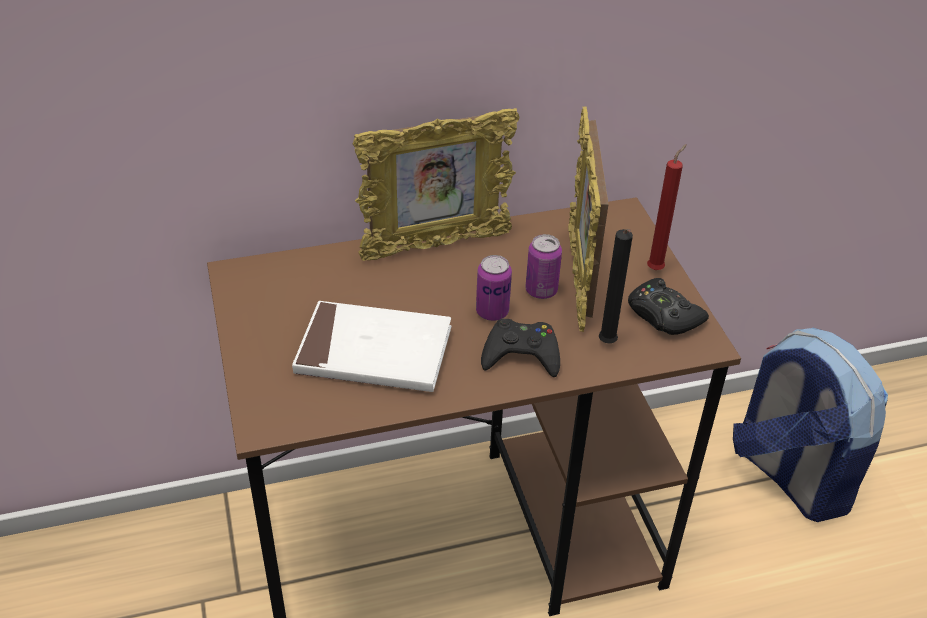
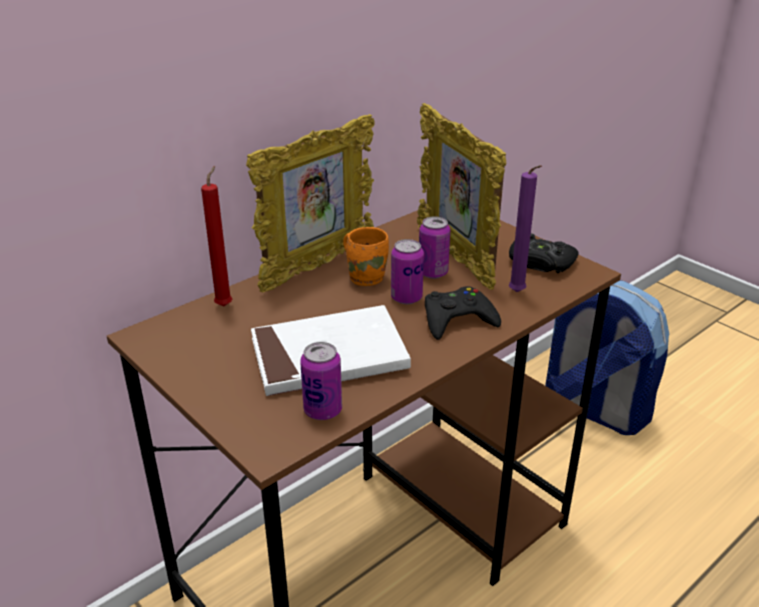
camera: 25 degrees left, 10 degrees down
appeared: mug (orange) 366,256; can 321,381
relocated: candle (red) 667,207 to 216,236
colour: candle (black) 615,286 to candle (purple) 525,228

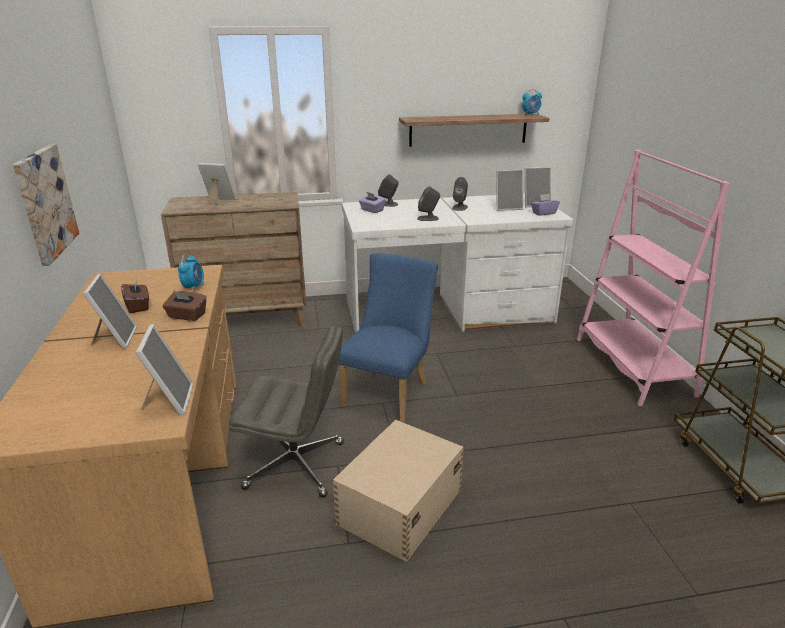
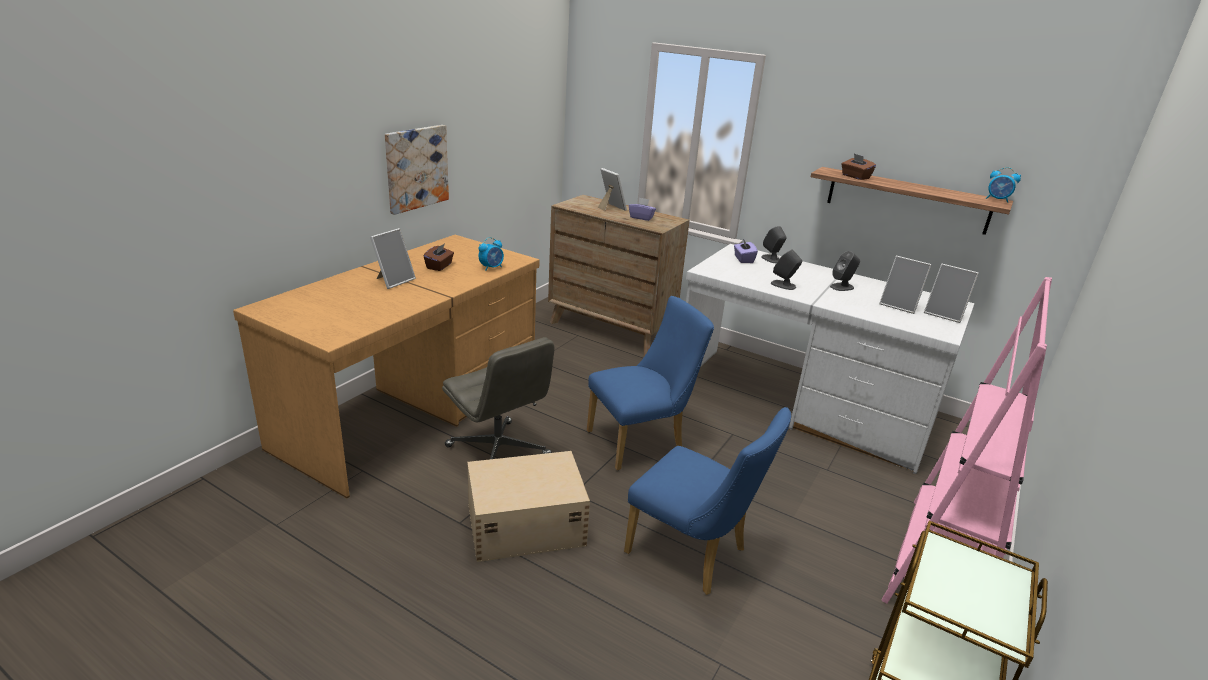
camera: 40 degrees right, 0 degrees up
missing: picture frame 164,370
appeared: chair (blue) 707,501
relocated: tissue box (purple) 545,205 to 642,209; tissue box (brown) 185,306 to 859,167

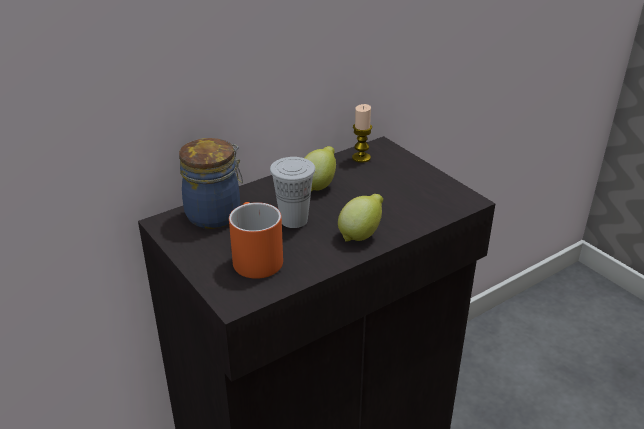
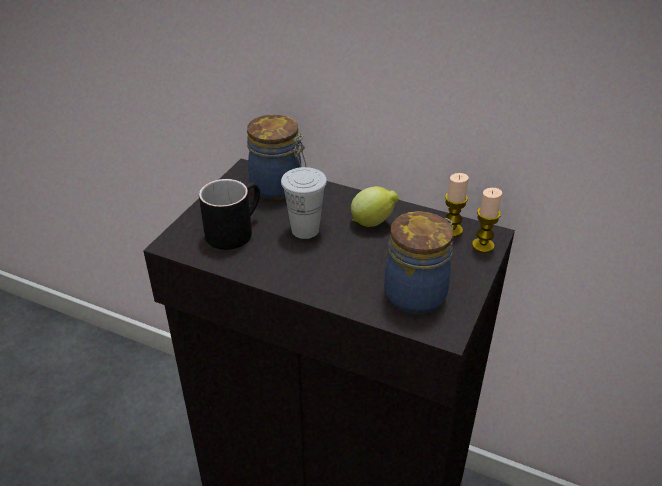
camera: 60 degrees right, 5 degrees up
missing: lemon 360,218
appeared: candle 487,220; jar 418,262
colour: mug (orange) 256,240 to mug (black) 229,214

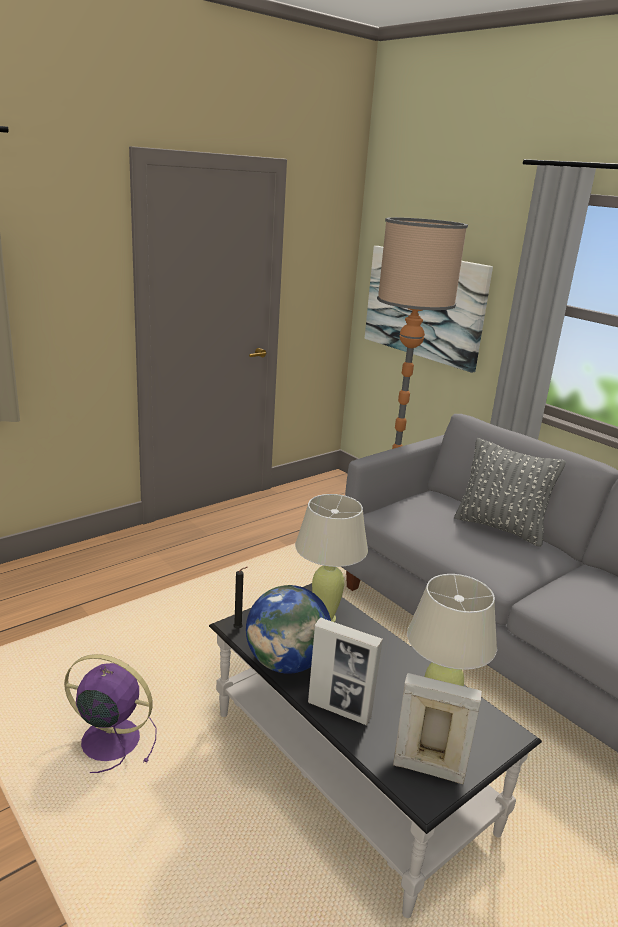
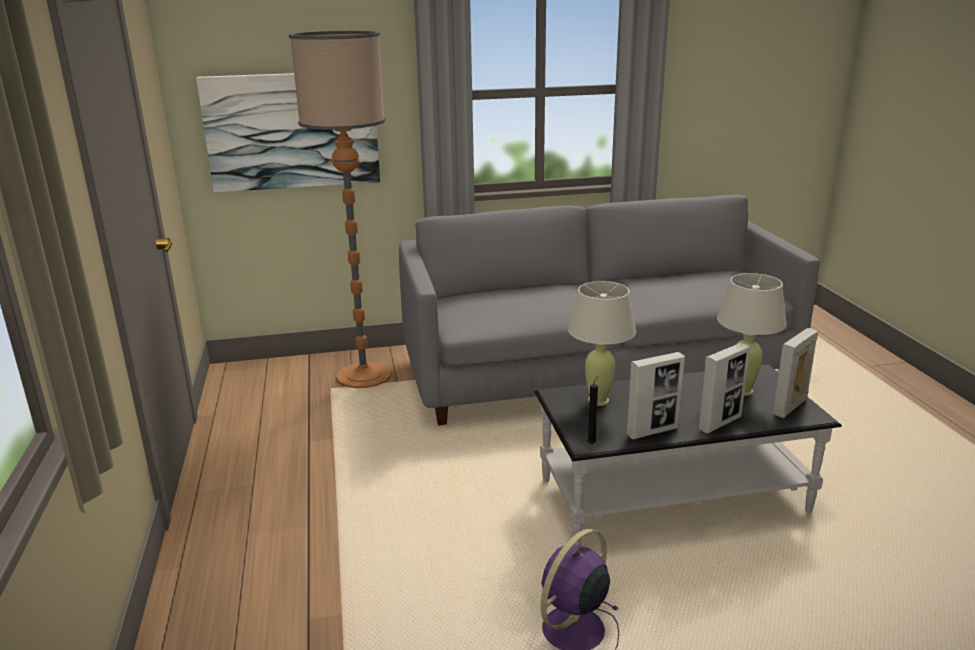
camera: 60 degrees left, 0 degrees up
missing: pillow (grey) 510,492
exchanged: globe 288,629 to picture frame 655,395

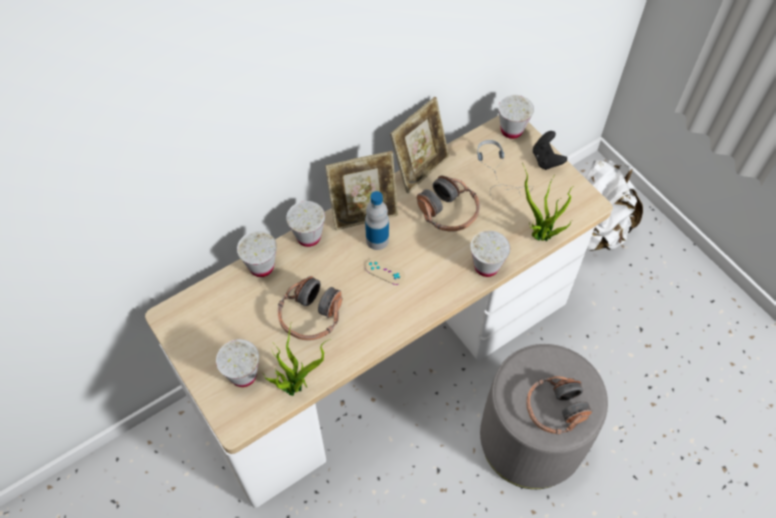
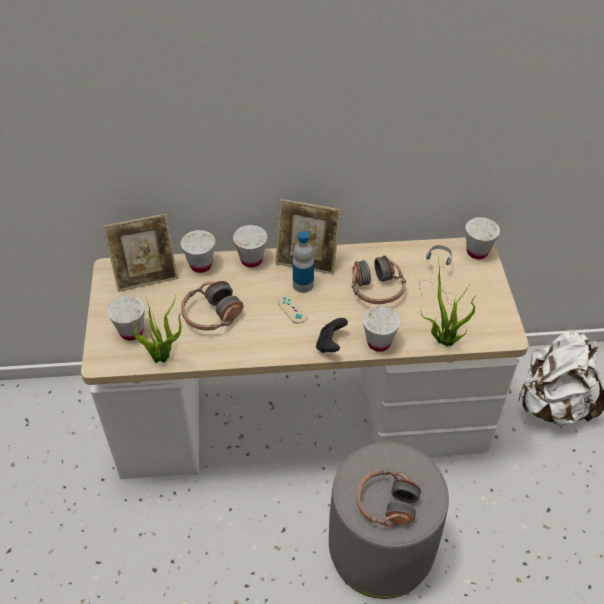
camera: 30 degrees right, 10 degrees down
relocated: picture frame 419,145 to 140,253; game controller (black) 550,150 to 332,335

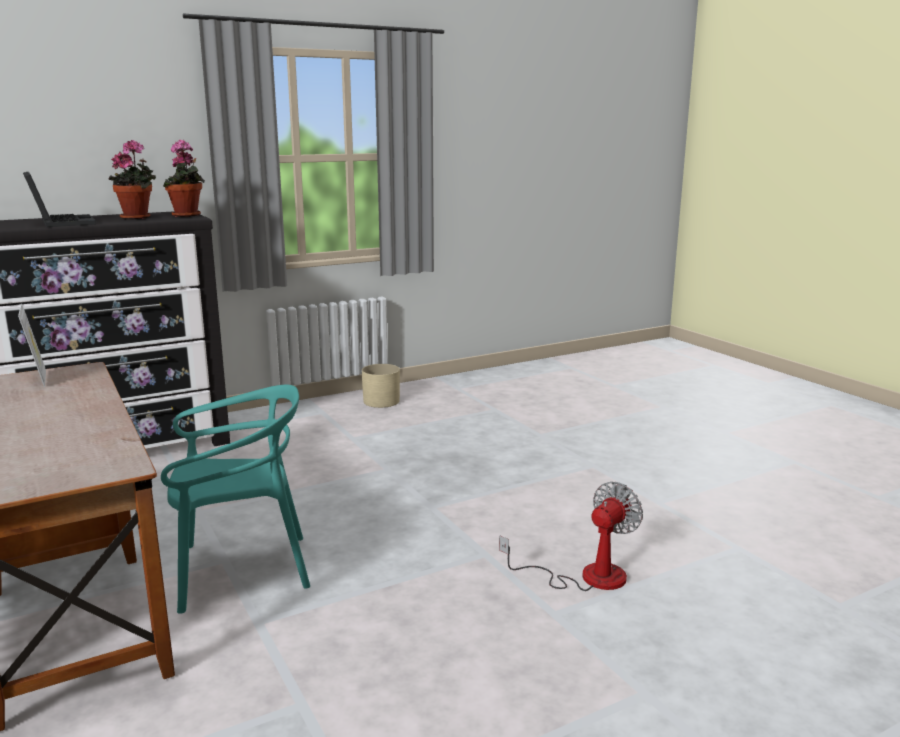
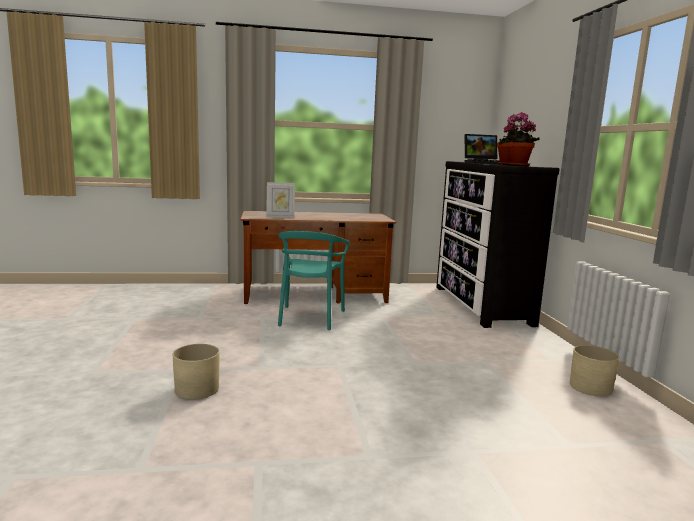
camera: 110 degrees right, 5 degrees down
relocated: picture frame 32,345 to 280,200
exchanged: fan 571,536 to planter (beige) 196,372

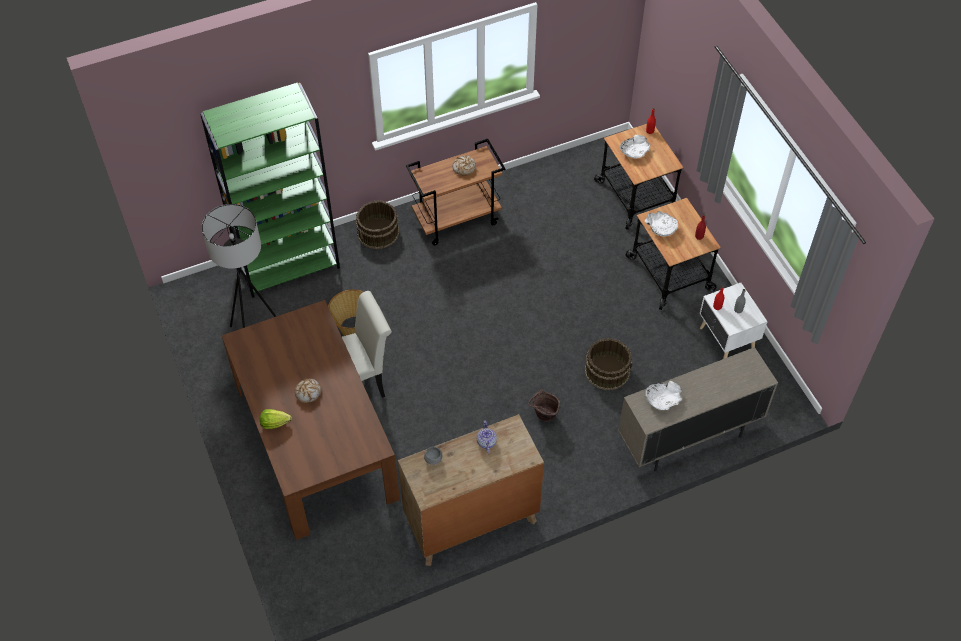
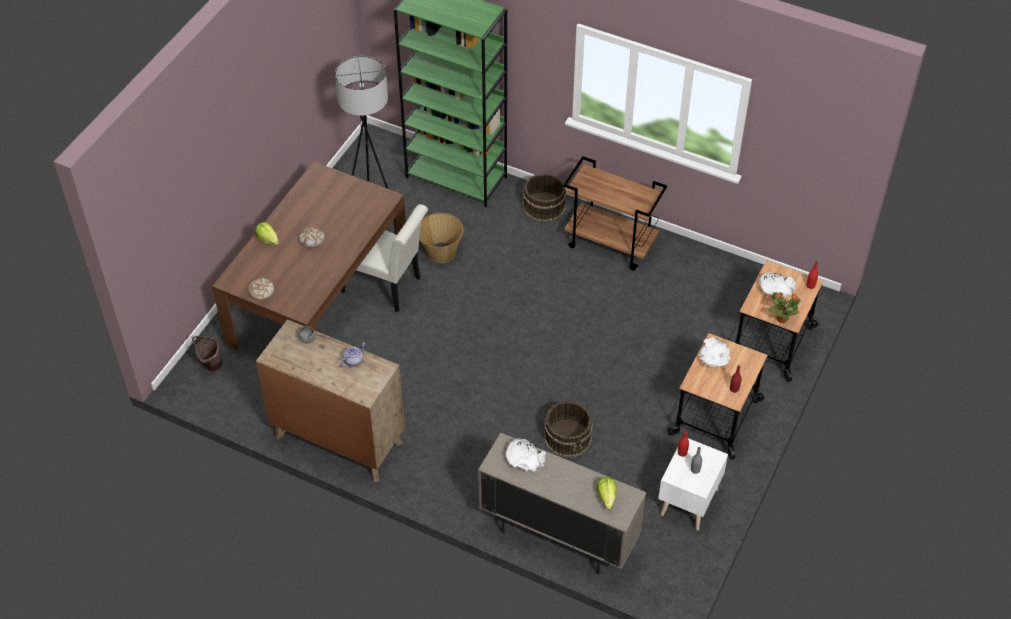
camera: 50 degrees right, 5 degrees down
appeared: potted plant 785,307; lettuce 607,493
relocated: bread 464,165 to 261,288; bucket (brown) 544,405 to 207,354

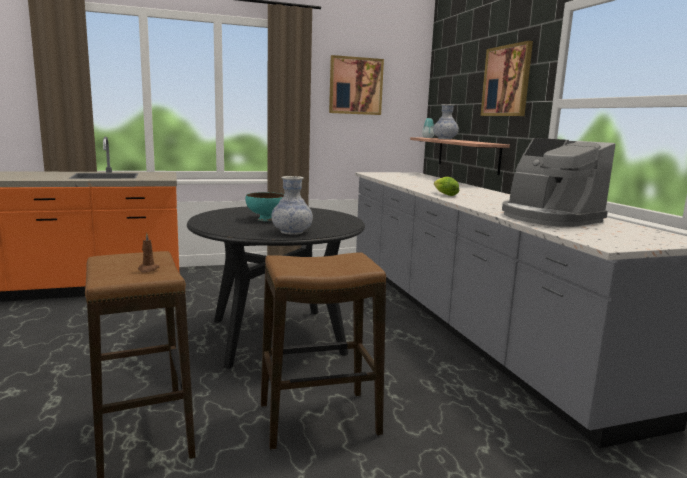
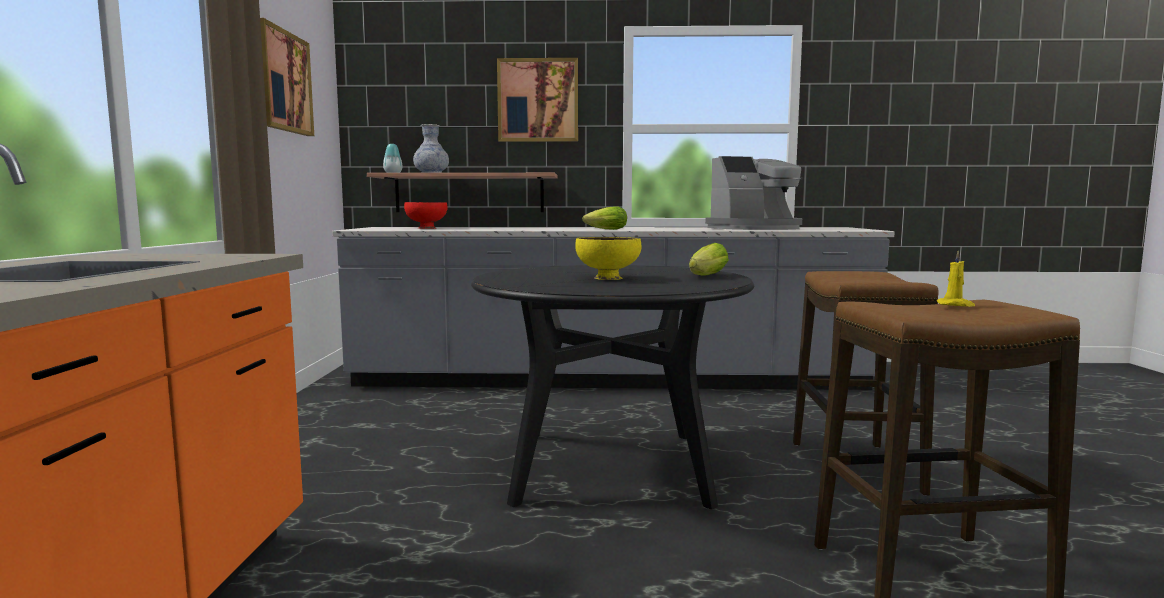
camera: 70 degrees left, 5 degrees down
appeared: bowl (red) 425,215
exchanged: vase 292,205 to lettuce 709,259
colour: bowl (turquoise) 265,206 to bowl (yellow) 608,258; candle (brown) 149,253 to candle (yellow) 956,278

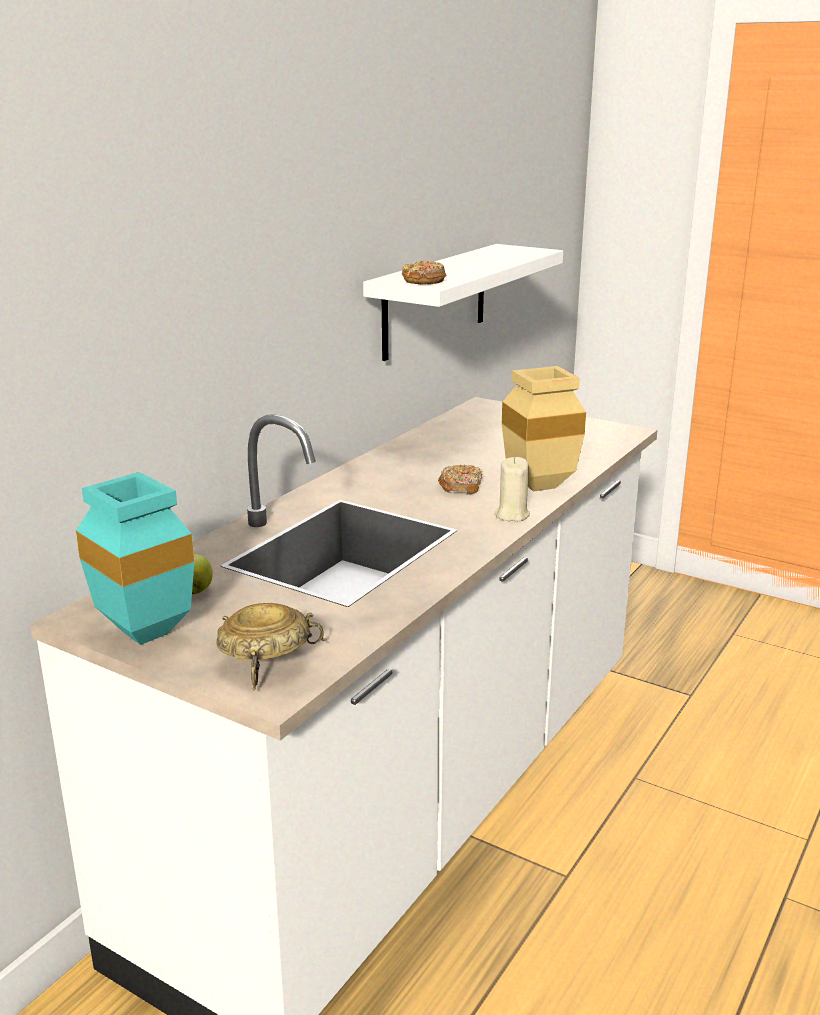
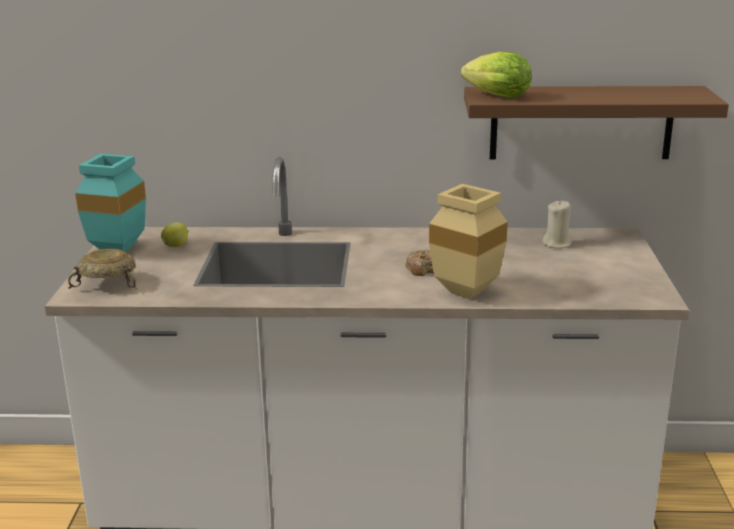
camera: 60 degrees right, 0 degrees up
relocated: candle (beige) 512,489 to 557,224
exchanged: donut 424,272 to lettuce 496,75
colour: shelf (white) 463,302 to shelf (brown) 596,122

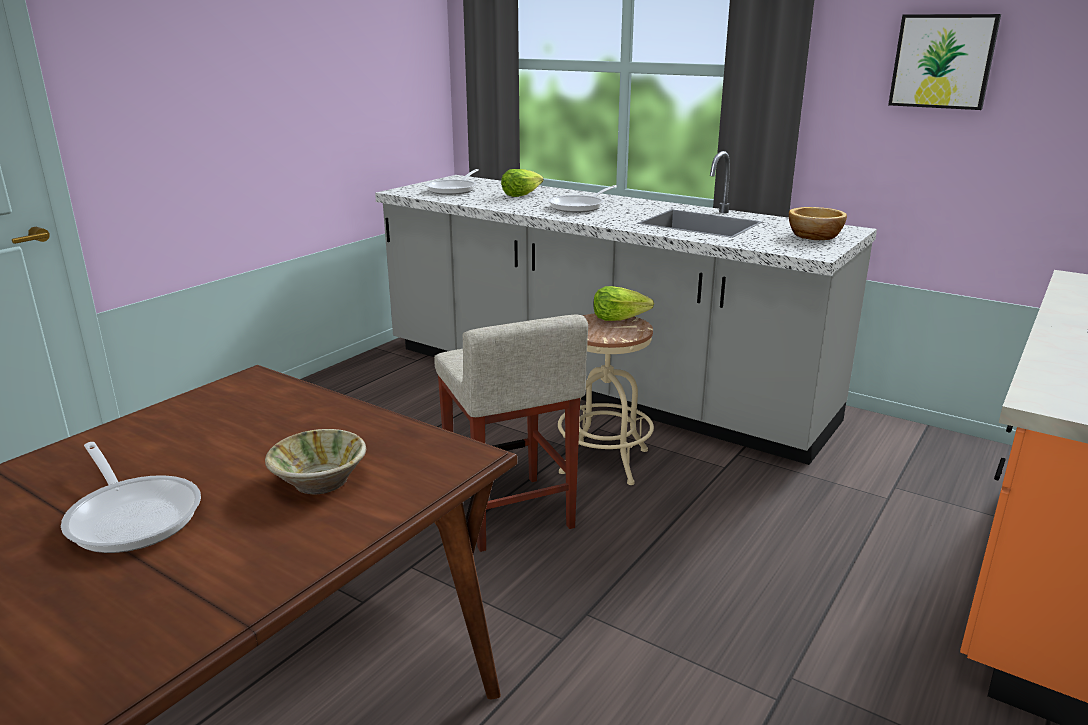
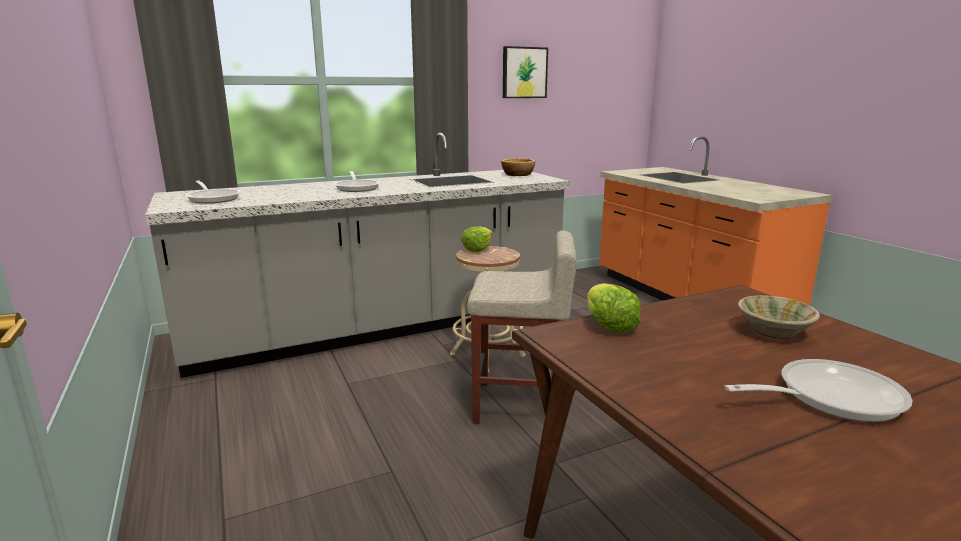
camera: 60 degrees left, 5 degrees down
relocated: lettuce 522,183 to 613,308

